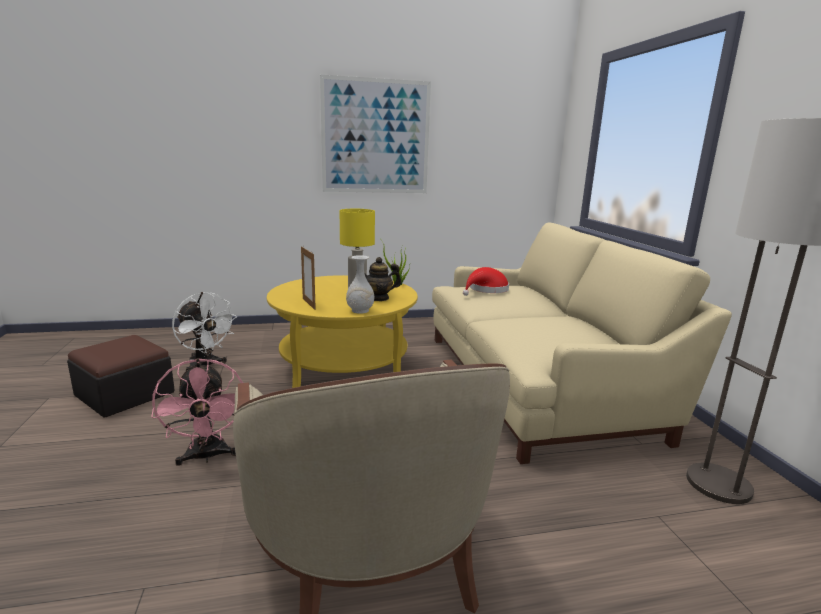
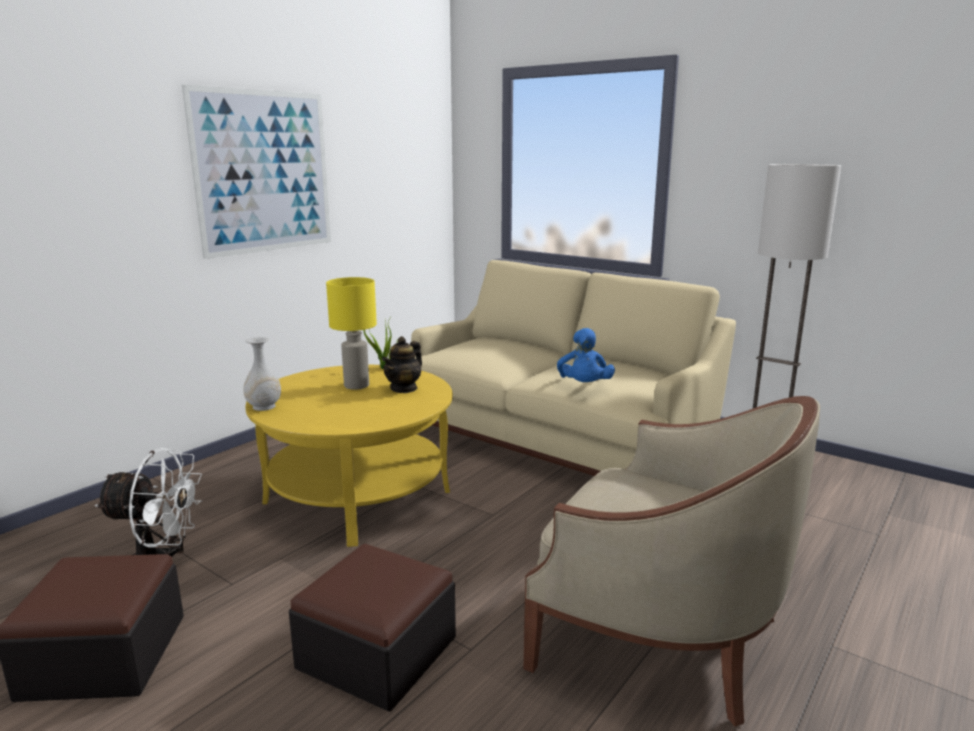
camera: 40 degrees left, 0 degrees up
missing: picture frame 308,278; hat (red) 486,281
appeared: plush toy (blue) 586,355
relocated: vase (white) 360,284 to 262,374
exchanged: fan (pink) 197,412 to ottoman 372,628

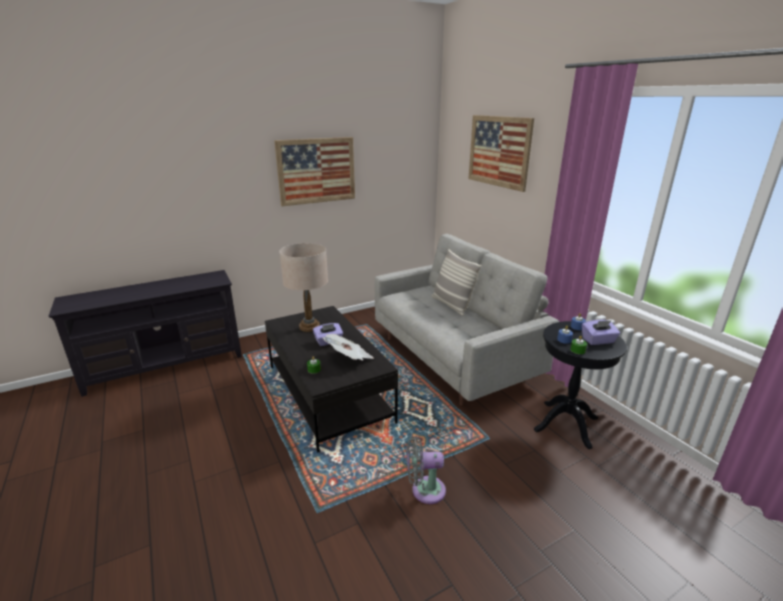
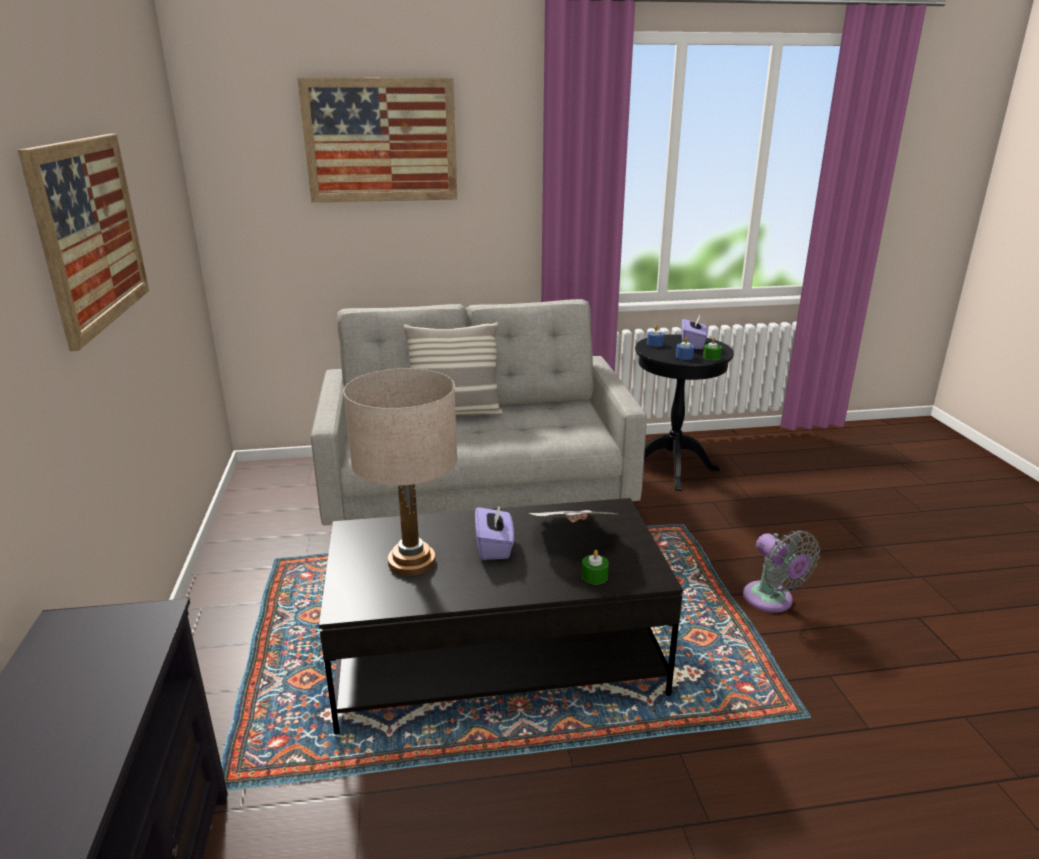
camera: 70 degrees left, 0 degrees up
spun: fan (grey) 426,470 = 781,571 45 degrees counterclockwise

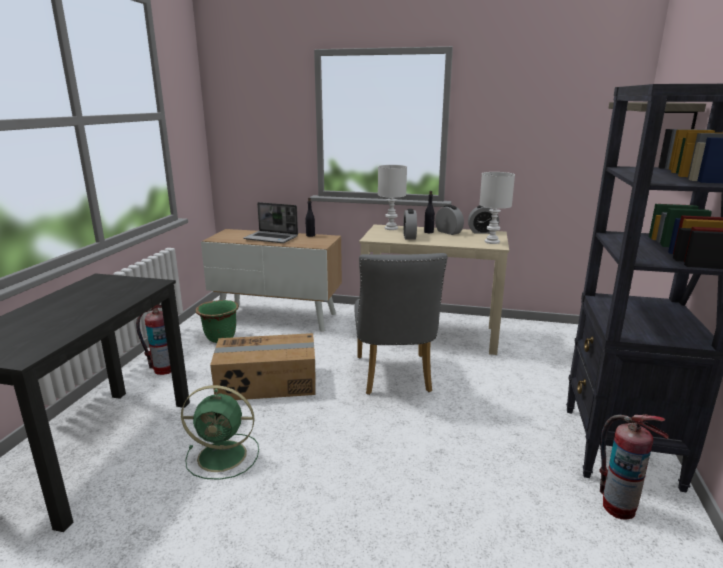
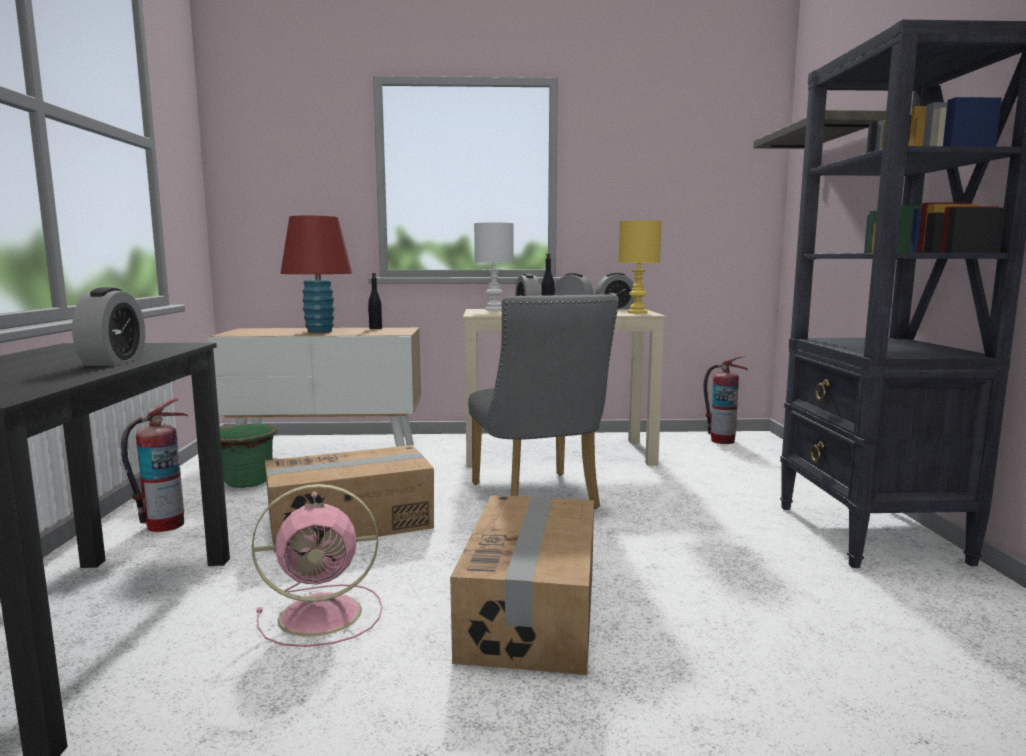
camera: 15 degrees left, 10 degrees down
appeared: alarm clock 108,326; cardboard box 522,585
relocated: fire extinguisher 634,467 to 726,400
exchanged: laptop 270,222 to table lamp (red) 316,274
colour: table lamp (white) 497,208 to table lamp (yellow) 640,267; fan (green) 220,432 to fan (pink) 317,565

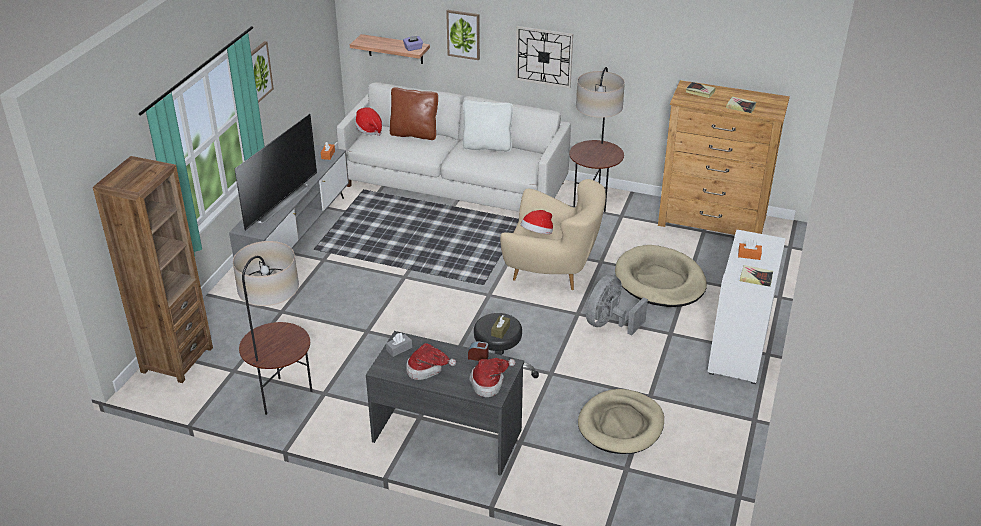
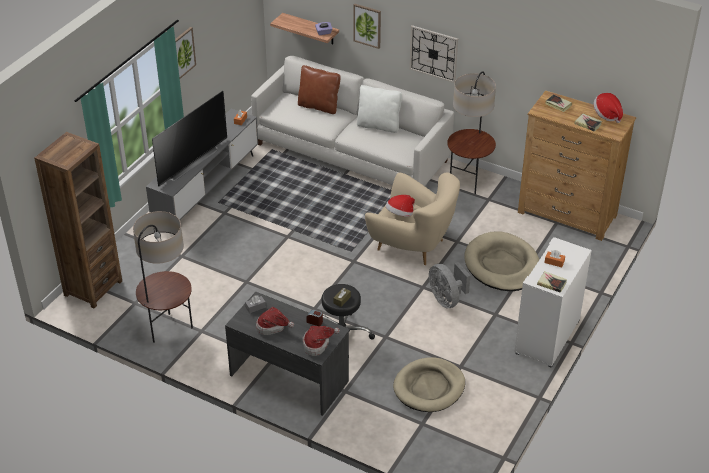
camera: 10 degrees right, 5 degrees up
relocated: hat 368,121 to 608,108
spun: fan (grey) 617,305 = 450,285 75 degrees counterclockwise

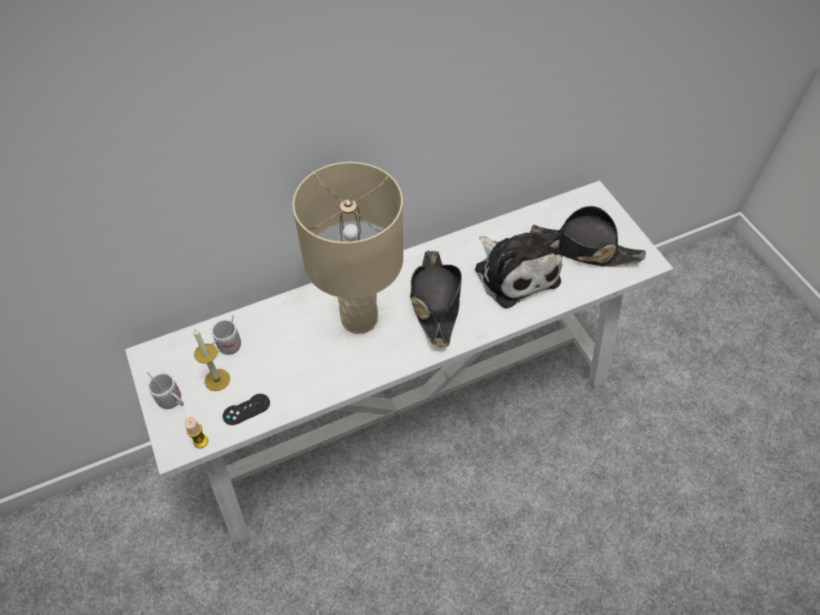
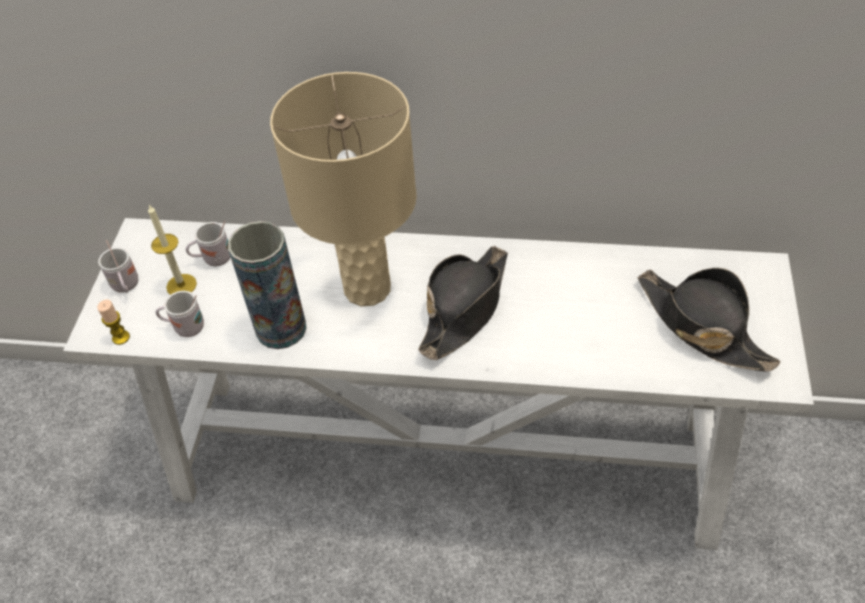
camera: 35 degrees right, 5 degrees down
missing: plush toy 519,270
appeared: vase 267,285
exchanged: game controller (black) 246,409 to mug (white) 180,314

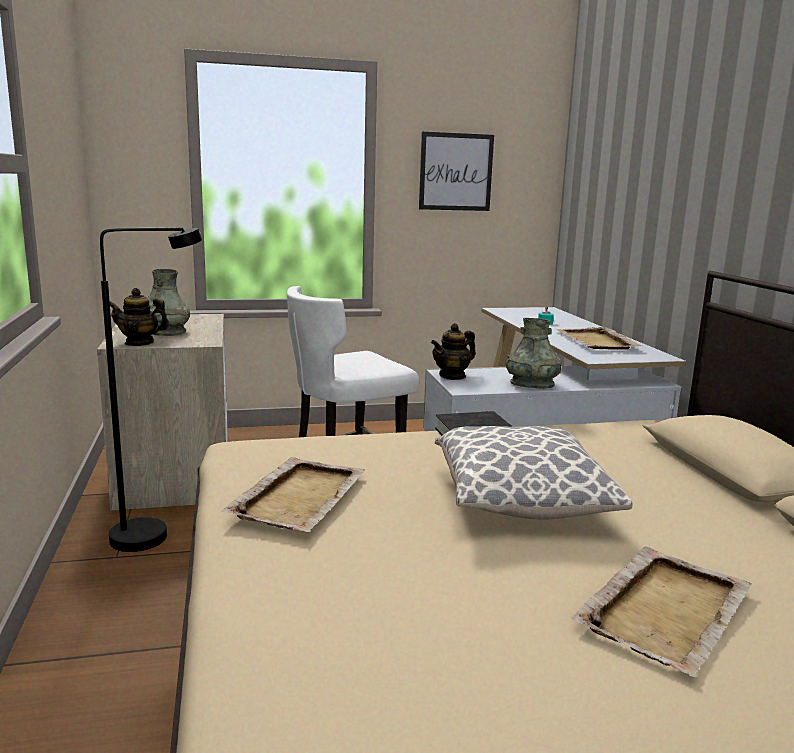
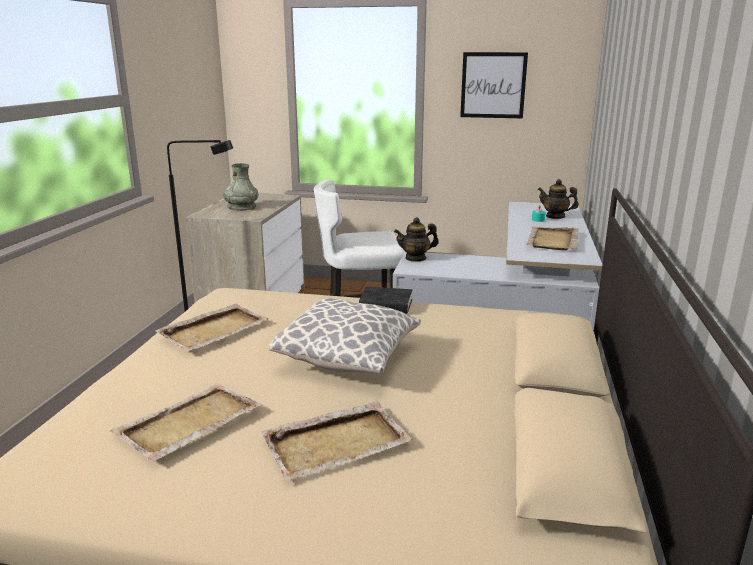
camera: 25 degrees right, 5 degrees up
missing: vase (grey) 533,353
appeared: tray (beige) 185,422
relocated: teapot 139,317 to 558,199

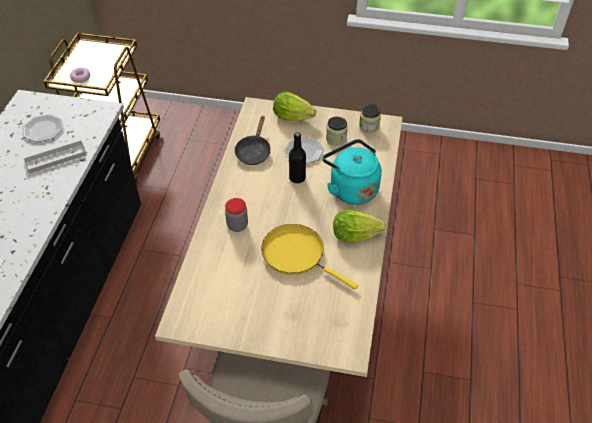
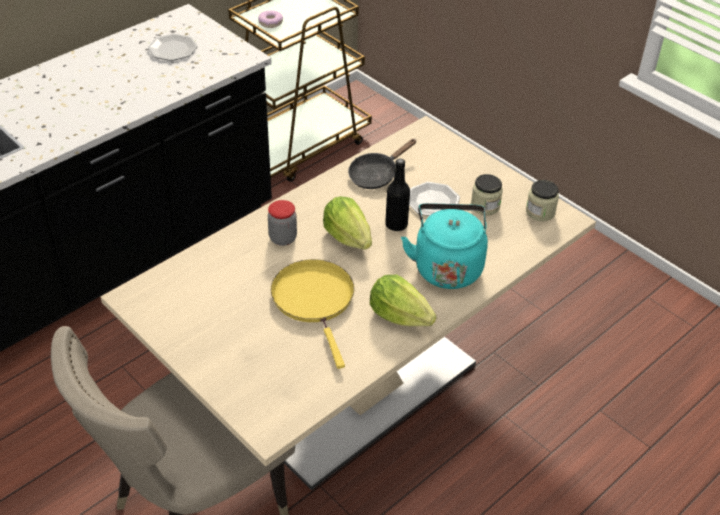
camera: 35 degrees right, 5 degrees down
missing: tray (grey) 55,157
relocated: lettuce 295,106 to 347,223

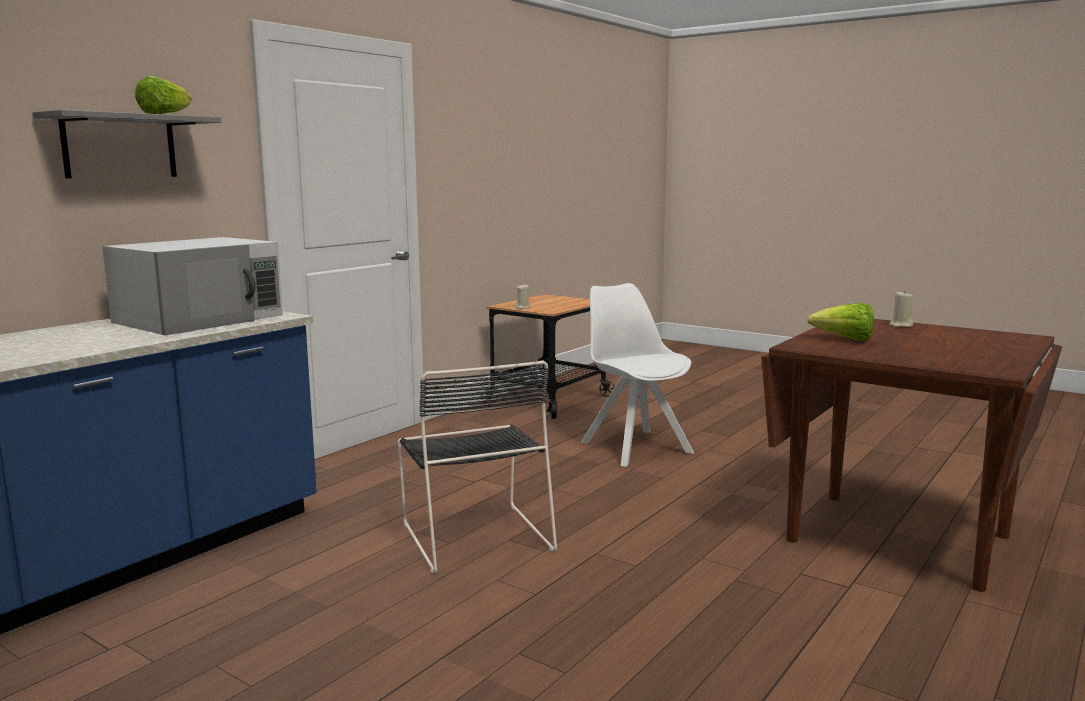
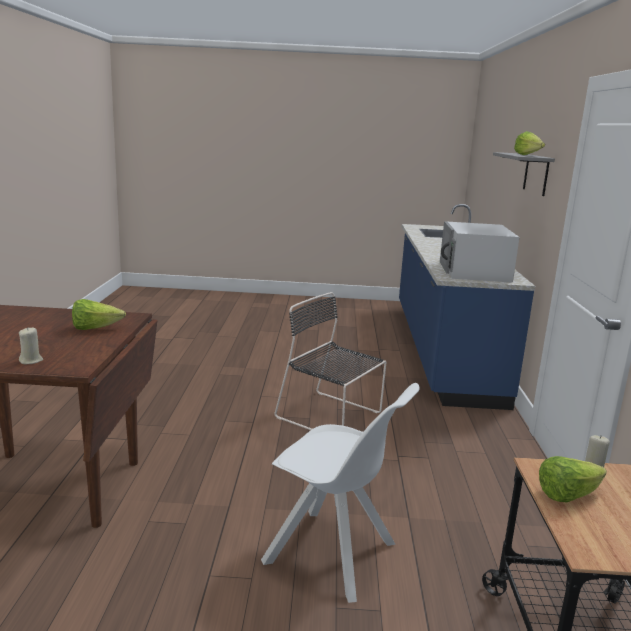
camera: 145 degrees right, 5 degrees up
appeared: lettuce 573,479

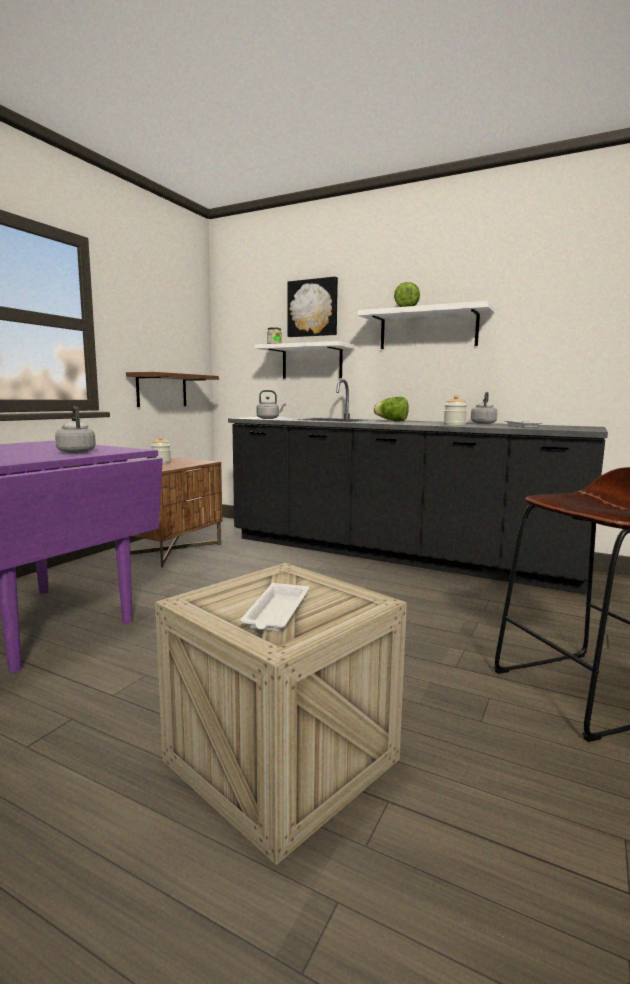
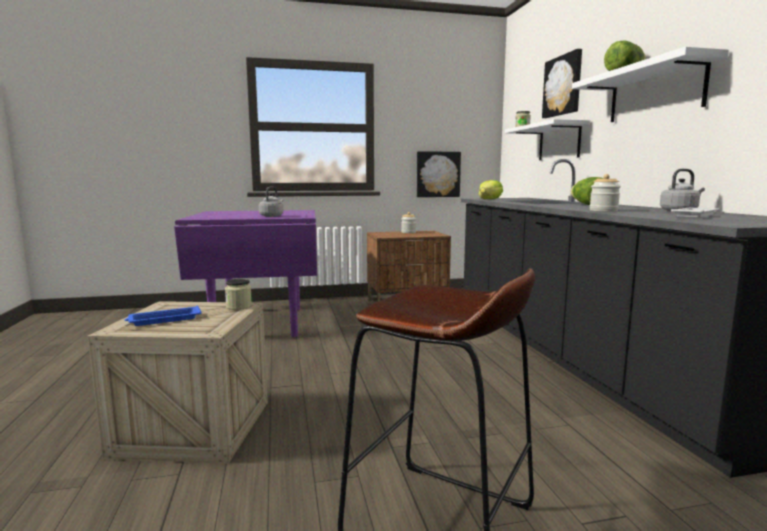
camera: 50 degrees right, 0 degrees up
appeared: jar 238,294
exchanged: shelf (brown) 172,389 to picture 439,174; kettle (grey) 271,404 to lettuce 491,189
colour: tray (white) 274,607 to tray (blue) 163,316

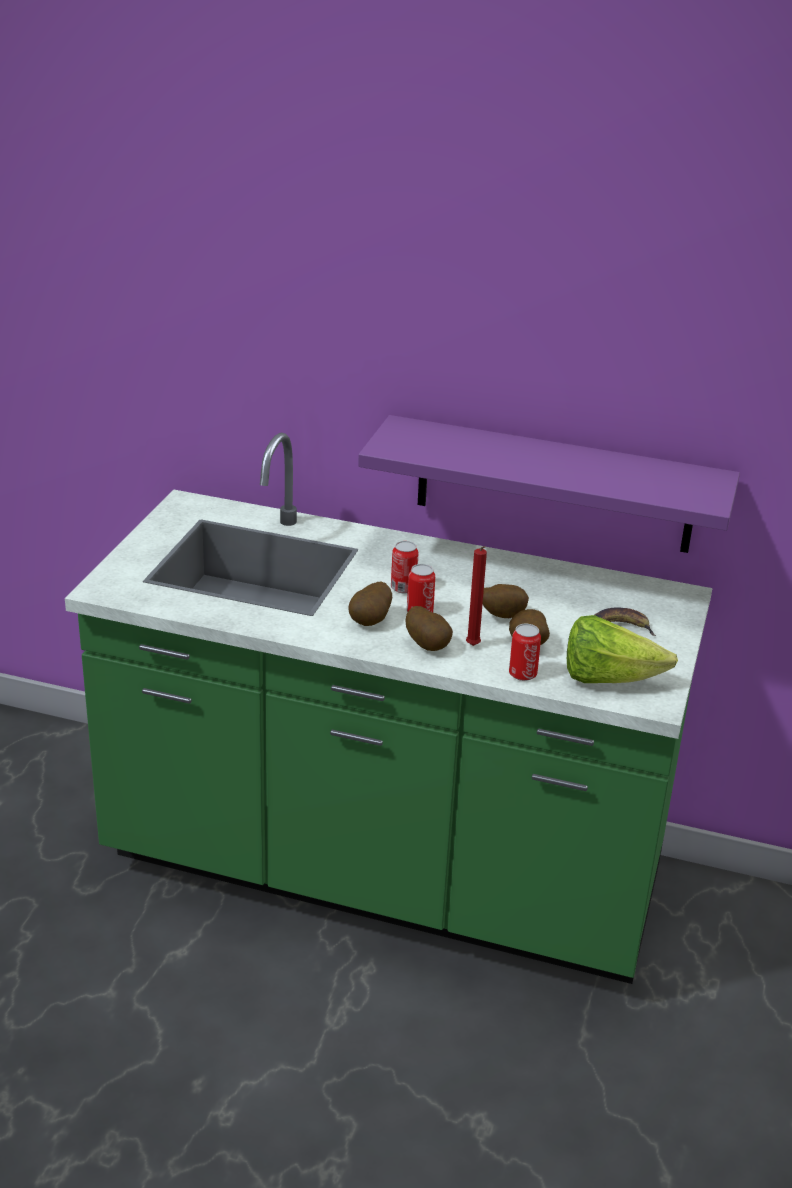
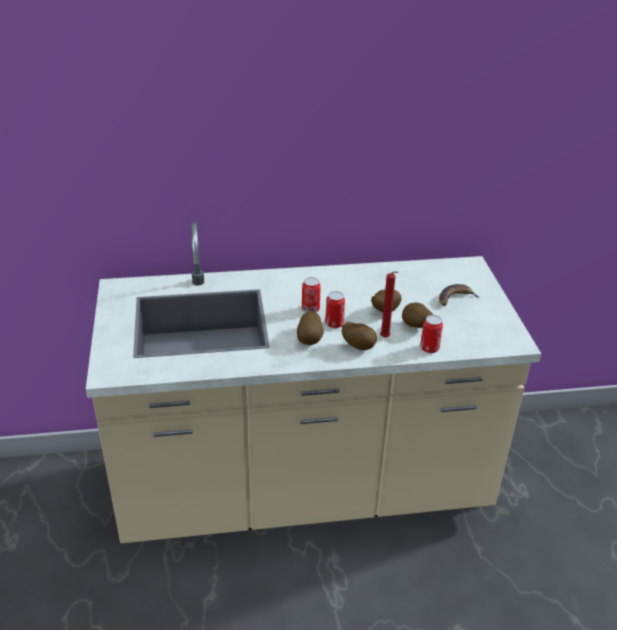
camera: 25 degrees left, 5 degrees up
missing: shelf (purple) 549,484; lettuce 622,649
colour: counter (green) 388,708 to counter (beige) 313,382

